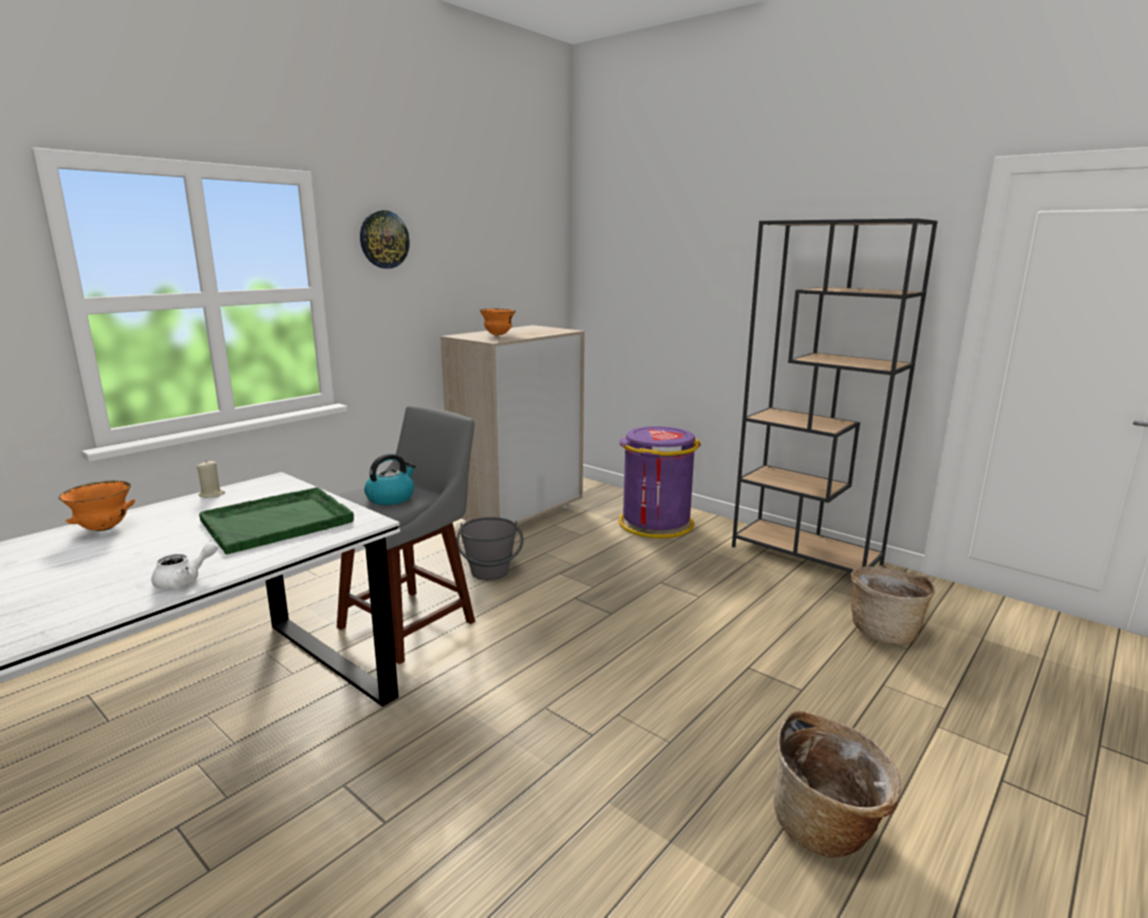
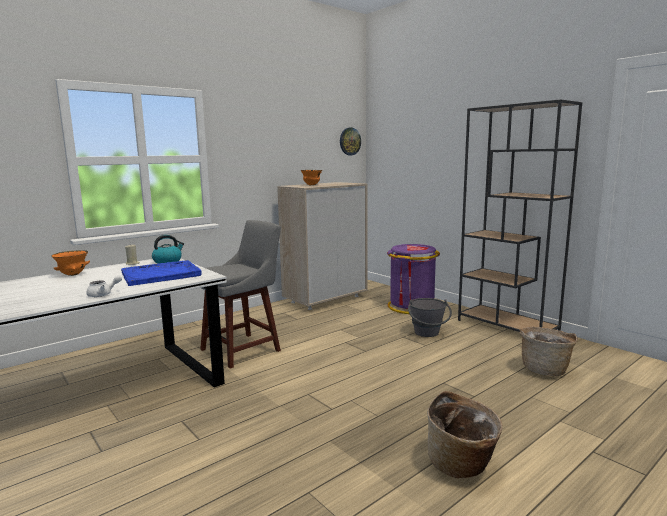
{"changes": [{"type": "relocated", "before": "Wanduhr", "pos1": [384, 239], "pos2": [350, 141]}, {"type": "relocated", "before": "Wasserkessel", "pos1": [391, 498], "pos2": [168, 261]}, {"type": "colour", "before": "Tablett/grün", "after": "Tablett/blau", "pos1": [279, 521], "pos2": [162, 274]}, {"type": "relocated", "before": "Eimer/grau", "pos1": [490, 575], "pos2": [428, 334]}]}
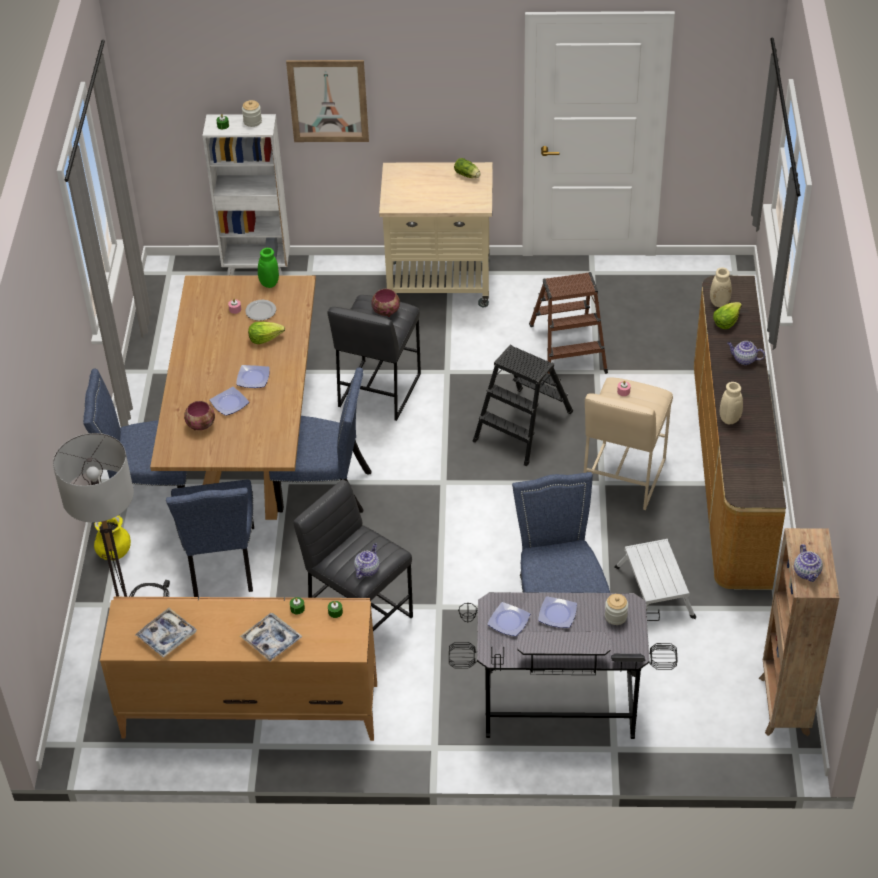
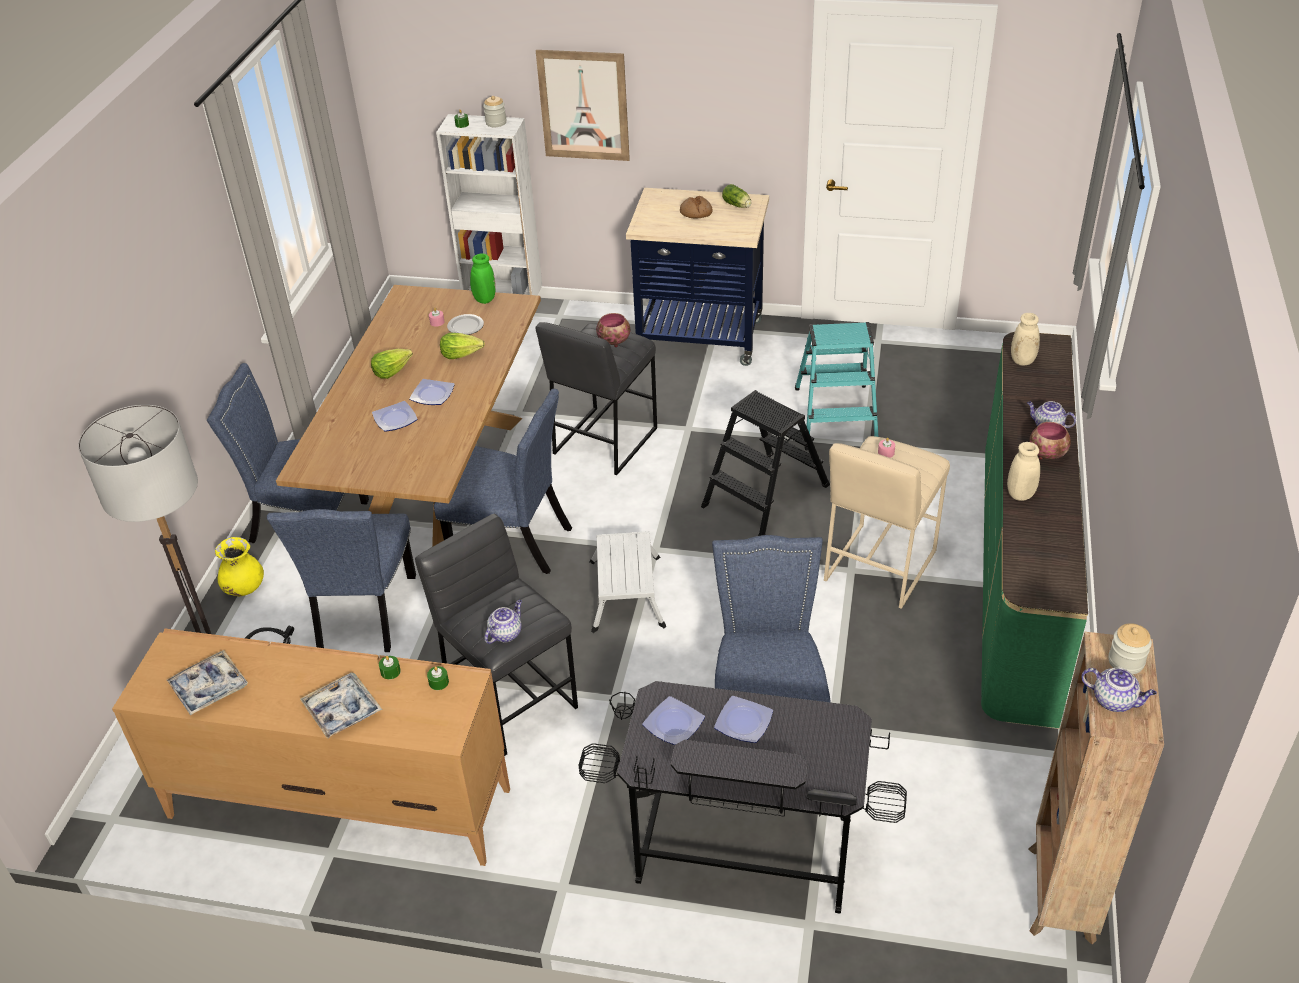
{"changes": [{"type": "colour", "before": "Rollwagen/beige", "after": "Rollwagen/blau", "pos1": [439, 284], "pos2": [700, 338]}, {"type": "colour", "before": "Trittleiter/braun", "after": "Trittleiter/türkis", "pos1": [567, 348], "pos2": [835, 416]}, {"type": "colour", "before": "Schrank/braun", "after": "Schrank/grün", "pos1": [730, 467], "pos2": [1018, 568]}, {"type": "relocated", "before": "Salatkopf", "pos1": [726, 321], "pos2": [391, 371]}, {"type": "relocated", "before": "Schüssel", "pos1": [202, 425], "pos2": [1048, 454]}, {"type": "relocated", "before": "Trittleiter/weiß", "pos1": [654, 591], "pos2": [626, 593]}, {"type": "spun", "before": "Teekanne", "pos1": [807, 573], "pos2": [1115, 701], "turn": -60}, {"type": "relocated", "before": "Vorratsglas", "pos1": [615, 616], "pos2": [1126, 661]}, {"type": "appeared", "after": "Brot", "pos2": [696, 213]}]}
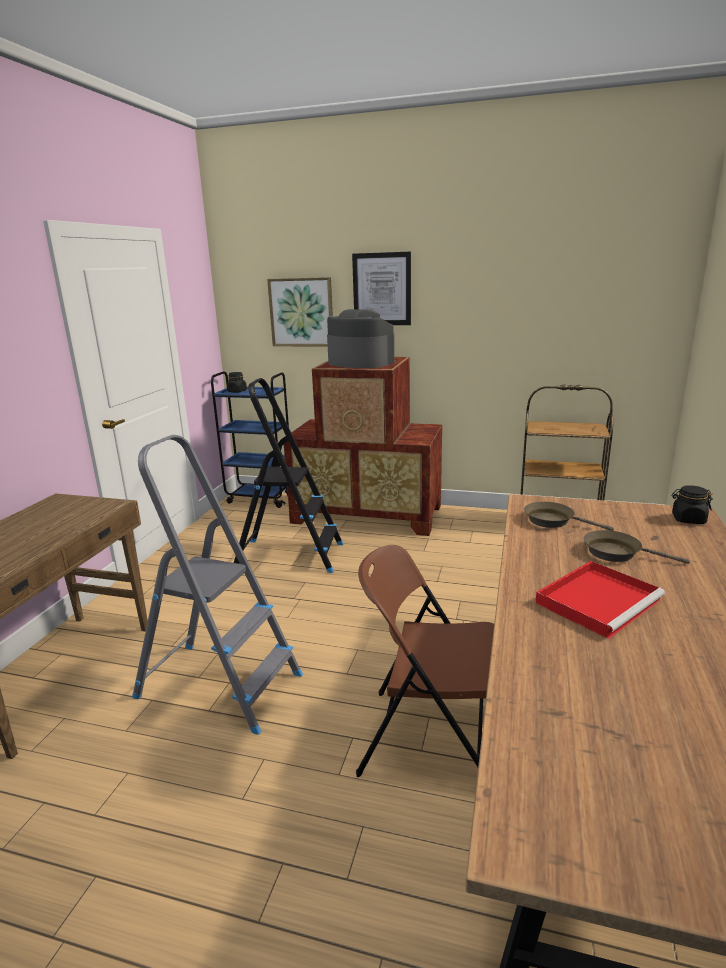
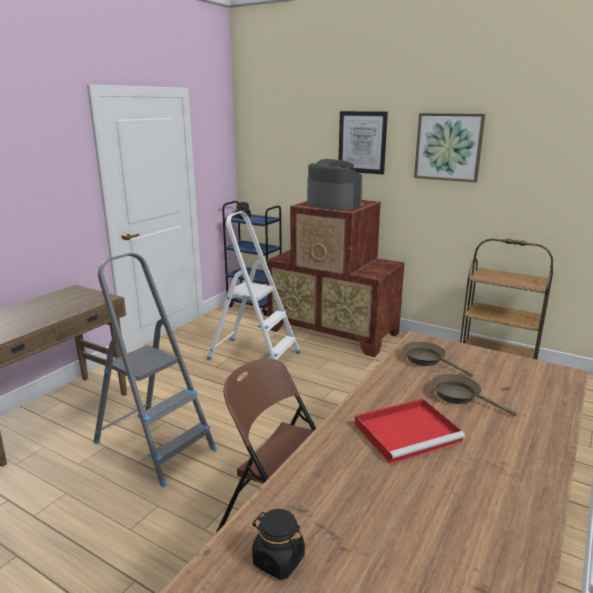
{"changes": [{"type": "relocated", "before": "Bild", "pos1": [301, 312], "pos2": [448, 147]}, {"type": "colour", "before": "Trittleiter/schwarz", "after": "Trittleiter/weiß", "pos1": [291, 556], "pos2": [255, 356]}, {"type": "relocated", "before": "Vorratsglas/schwarz", "pos1": [688, 519], "pos2": [278, 560]}]}
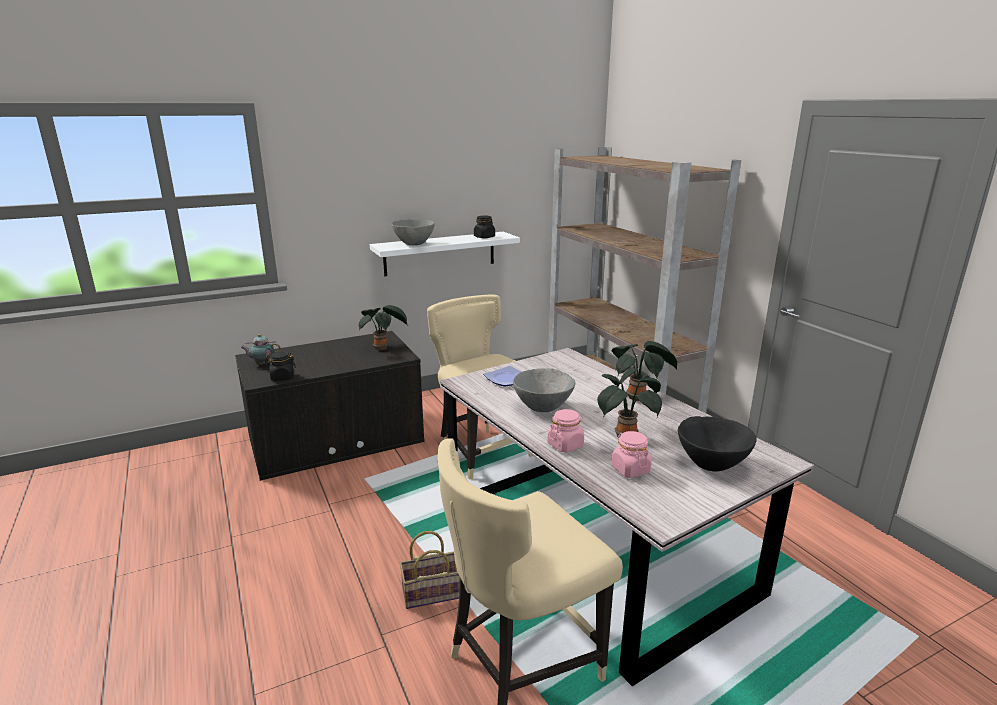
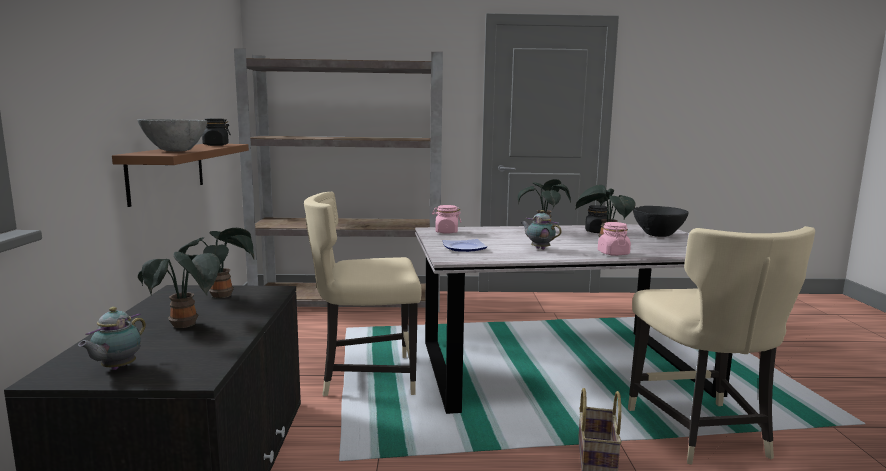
{"changes": [{"type": "colour", "before": "Wandregal/weiß", "after": "Wandregal/braun", "pos1": [440, 253], "pos2": [167, 171]}, {"type": "relocated", "before": "Vorratsglas/schwarz", "pos1": [282, 377], "pos2": [596, 231]}, {"type": "exchanged", "before": "Schüssel/grau", "after": "Teekanne", "pos1": [543, 408], "pos2": [539, 248]}, {"type": "relocated", "before": "Vorratsglas/rosa", "pos1": [630, 469], "pos2": [446, 232]}, {"type": "appeared", "after": "Topfpflanze", "pos2": [186, 325]}]}
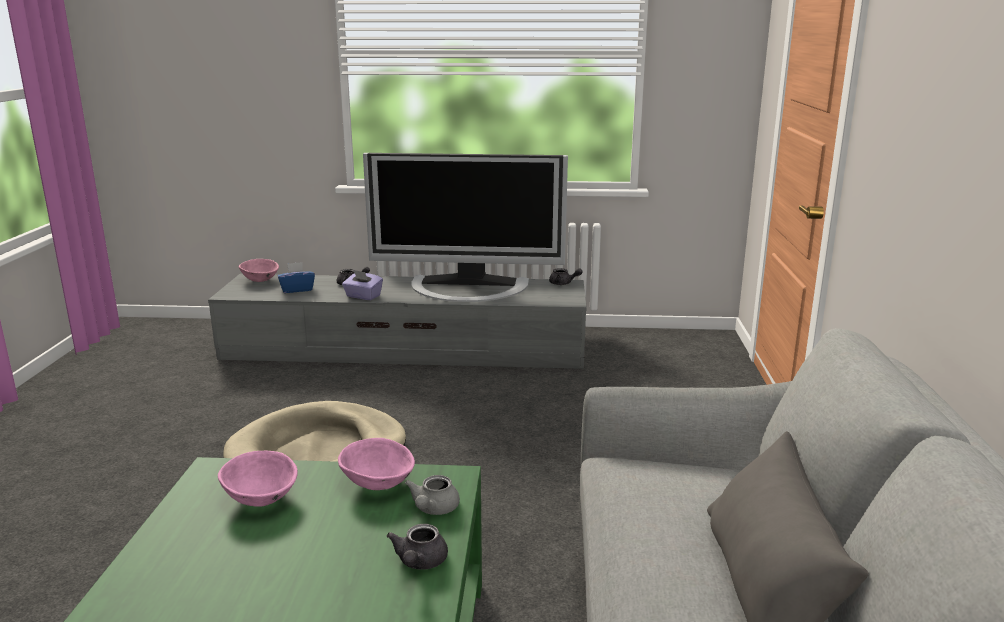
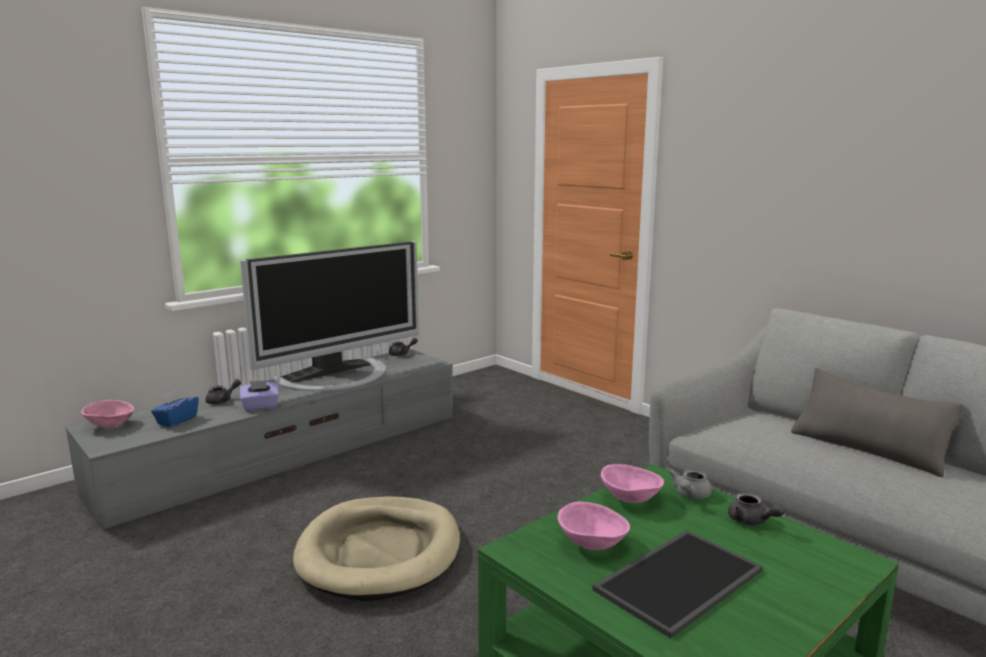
{"changes": [{"type": "spun", "before": "Teekanne/grau", "pos1": [433, 509], "pos2": [690, 495], "turn": 60}, {"type": "appeared", "after": "Tablett", "pos2": [677, 578]}]}
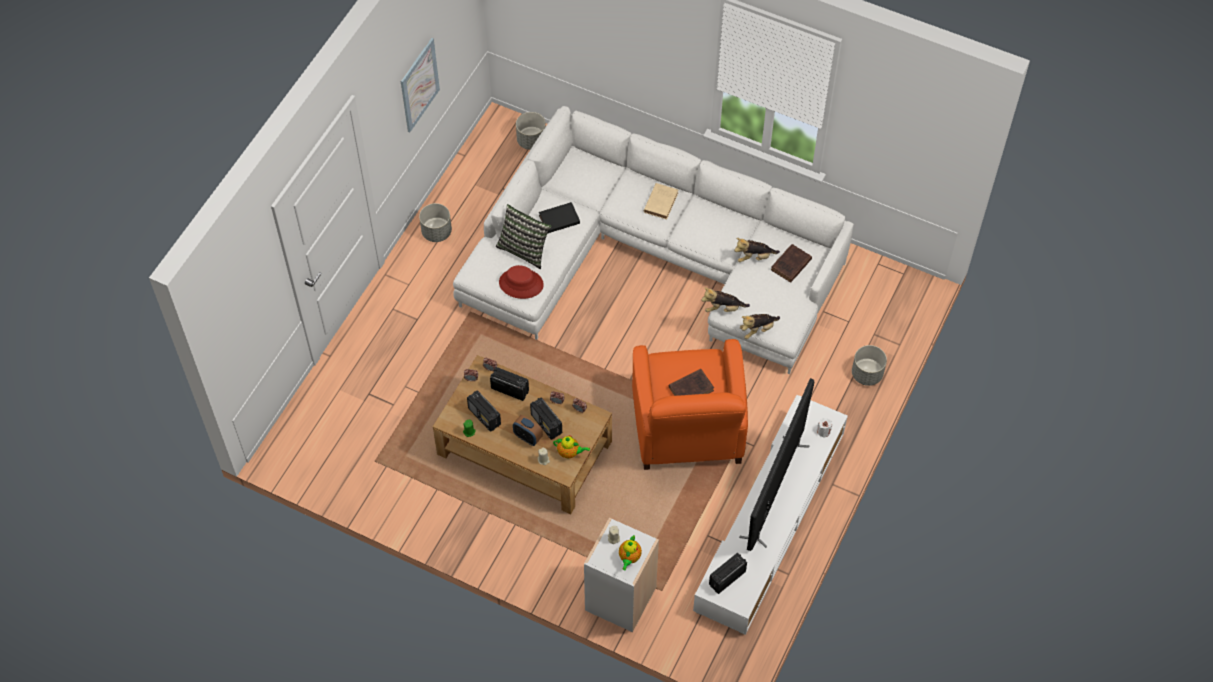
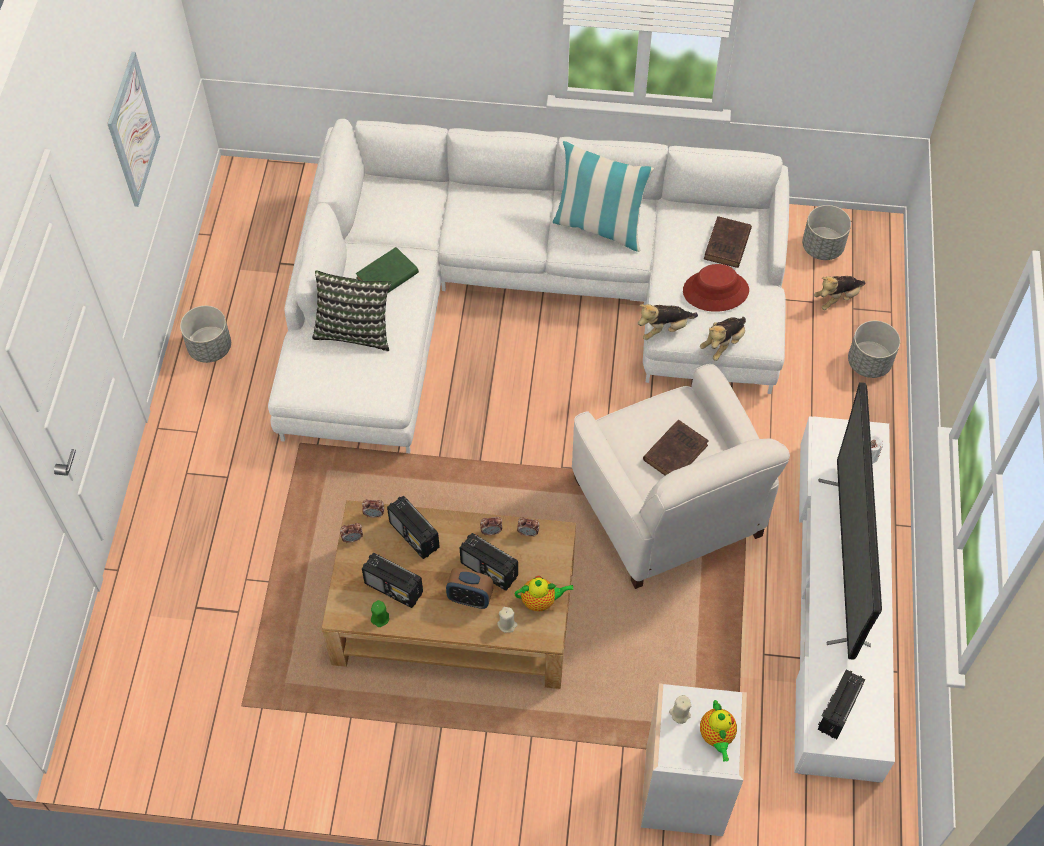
{"changes": [{"type": "relocated", "before": "Pflanzkübel/grau", "pos1": [531, 140], "pos2": [822, 247]}, {"type": "missing", "before": "Buch/beige", "pos1": [661, 202]}, {"type": "colour", "before": "Buch/schwarz", "after": "Buch/grün", "pos1": [558, 220], "pos2": [386, 277]}, {"type": "relocated", "before": "Plüschtier", "pos1": [754, 257], "pos2": [837, 298]}, {"type": "relocated", "before": "Hut/rot", "pos1": [521, 284], "pos2": [715, 291]}, {"type": "colour", "before": "Sessel/orange", "after": "Sessel/weiß", "pos1": [688, 427], "pos2": [669, 509]}, {"type": "spun", "before": "Radio", "pos1": [509, 389], "pos2": [414, 536], "turn": -135}, {"type": "appeared", "after": "Kissen", "pos2": [599, 227]}]}
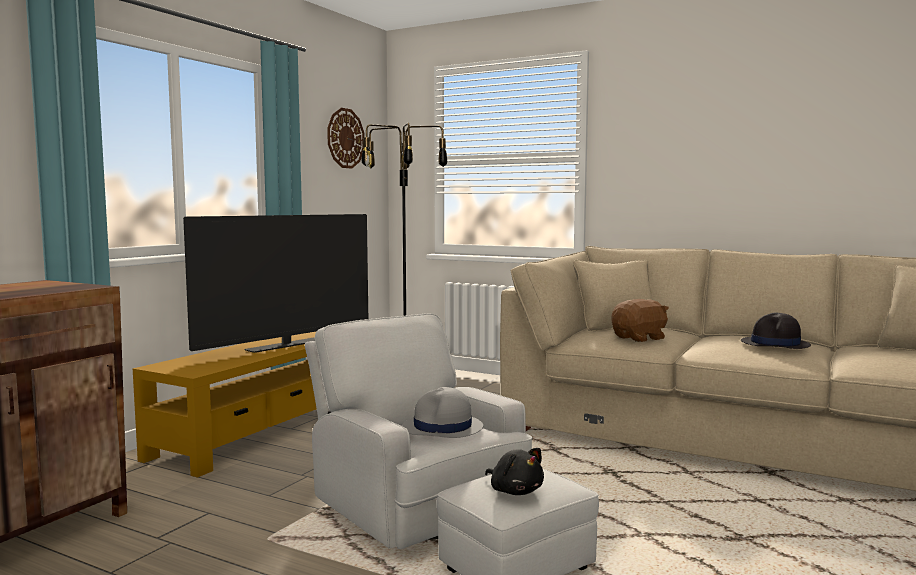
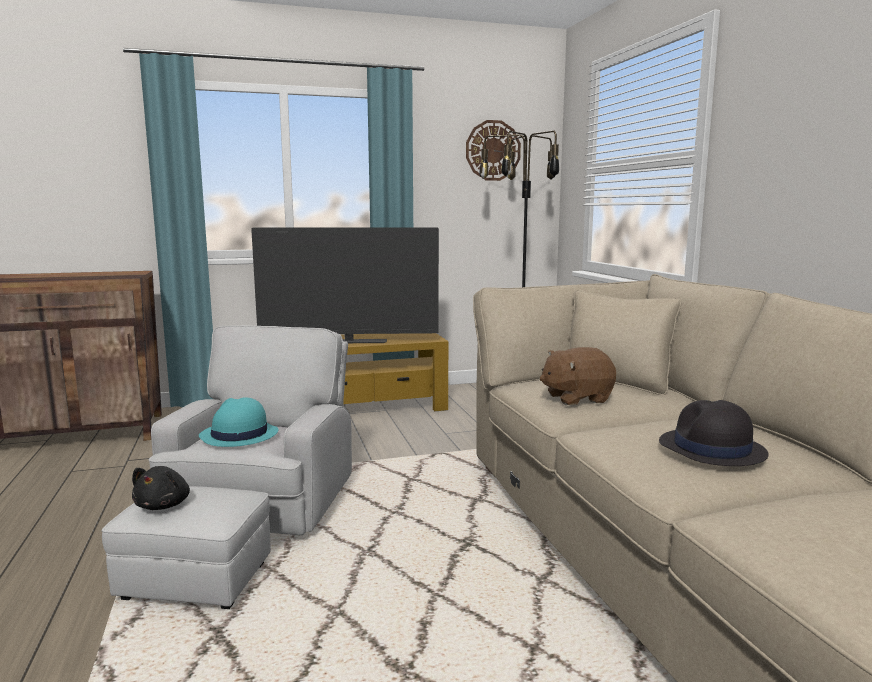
{"changes": [{"type": "spun", "before": "Plüschtier/braun", "pos1": [640, 338], "pos2": [576, 398], "turn": 150}, {"type": "colour", "before": "Hut/grau", "after": "Hut/türkis", "pos1": [443, 428], "pos2": [238, 435]}]}
